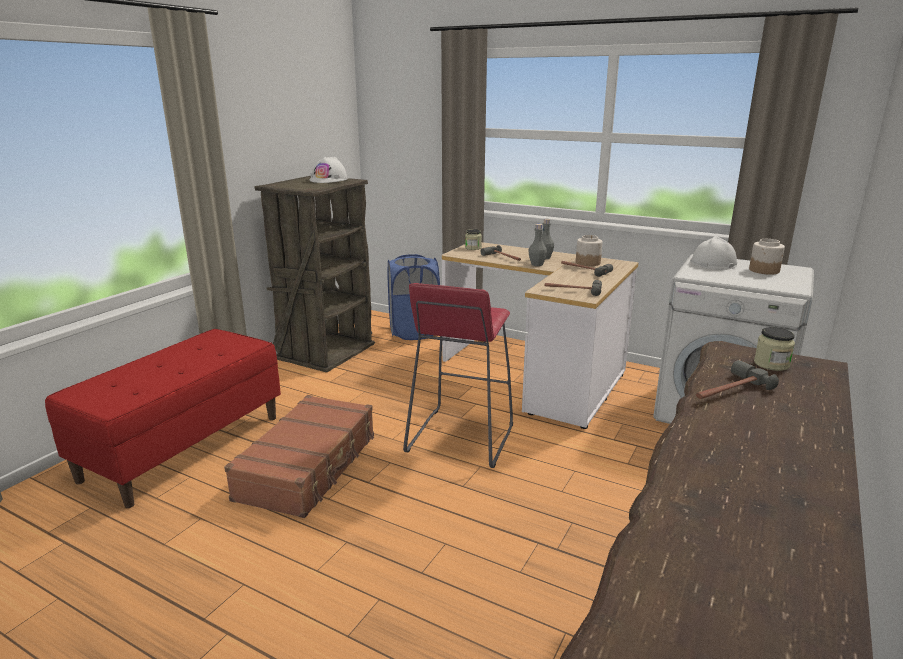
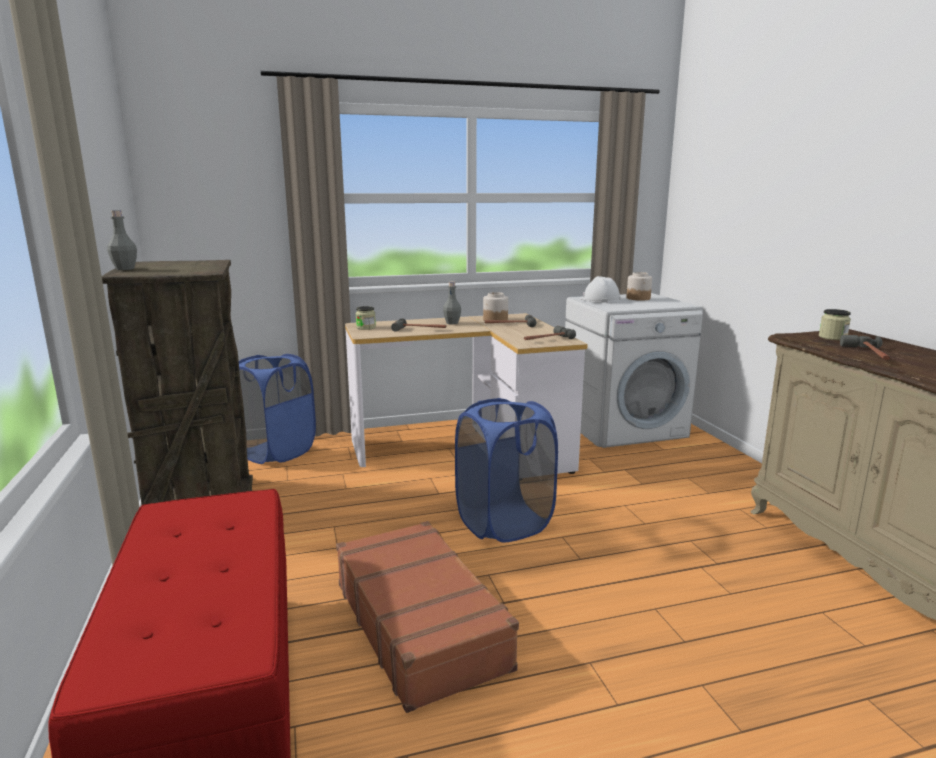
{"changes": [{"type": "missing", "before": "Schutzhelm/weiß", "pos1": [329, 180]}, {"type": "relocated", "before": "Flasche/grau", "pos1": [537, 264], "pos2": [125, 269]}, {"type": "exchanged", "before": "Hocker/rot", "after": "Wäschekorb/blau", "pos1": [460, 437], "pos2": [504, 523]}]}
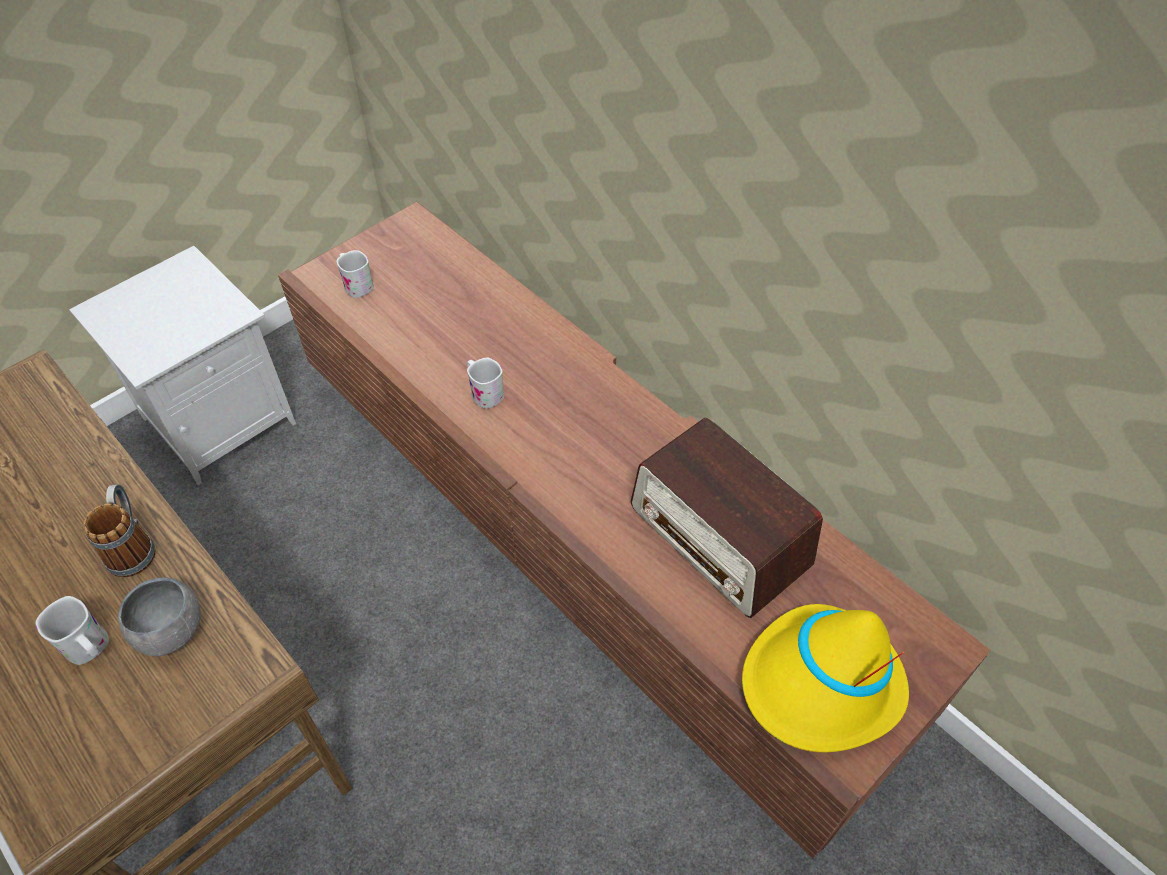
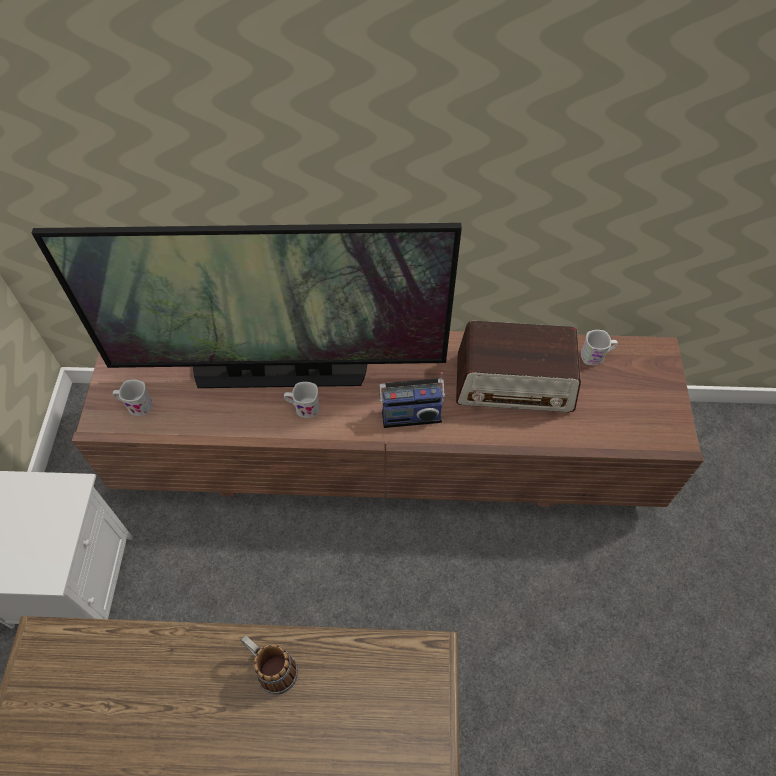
{"changes": [{"type": "missing", "before": "Schüssel/grau", "pos1": [171, 630]}, {"type": "relocated", "before": "Henkelbecher/weiß", "pos1": [90, 648], "pos2": [596, 356]}, {"type": "missing", "before": "Hut/gelb", "pos1": [821, 684]}, {"type": "appeared", "after": "Fernseher", "pos2": [280, 372]}, {"type": "appeared", "after": "Radio", "pos2": [411, 414]}]}
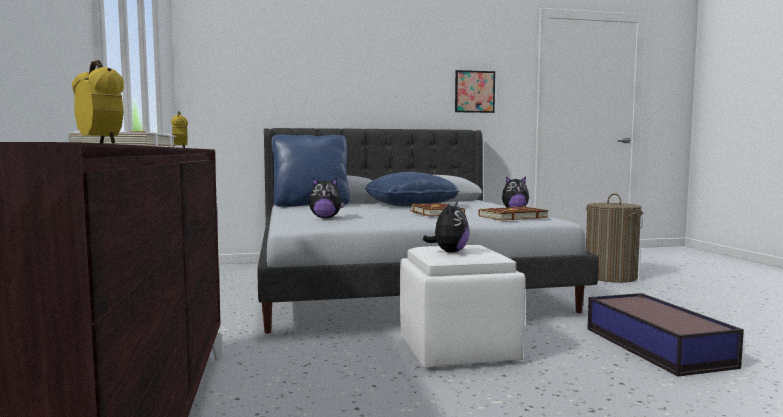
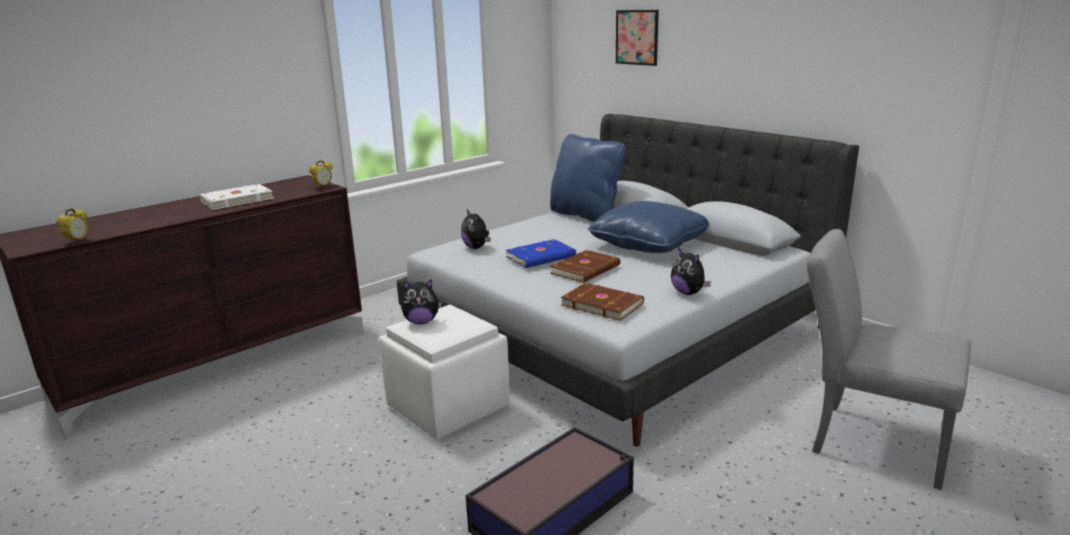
{"changes": [{"type": "relocated", "before": "Bild", "pos1": [474, 91], "pos2": [637, 37]}, {"type": "exchanged", "before": "Wäschekorb", "after": "Stuhl/grau", "pos1": [610, 277], "pos2": [868, 440]}, {"type": "appeared", "after": "Buch/blau", "pos2": [542, 257]}]}
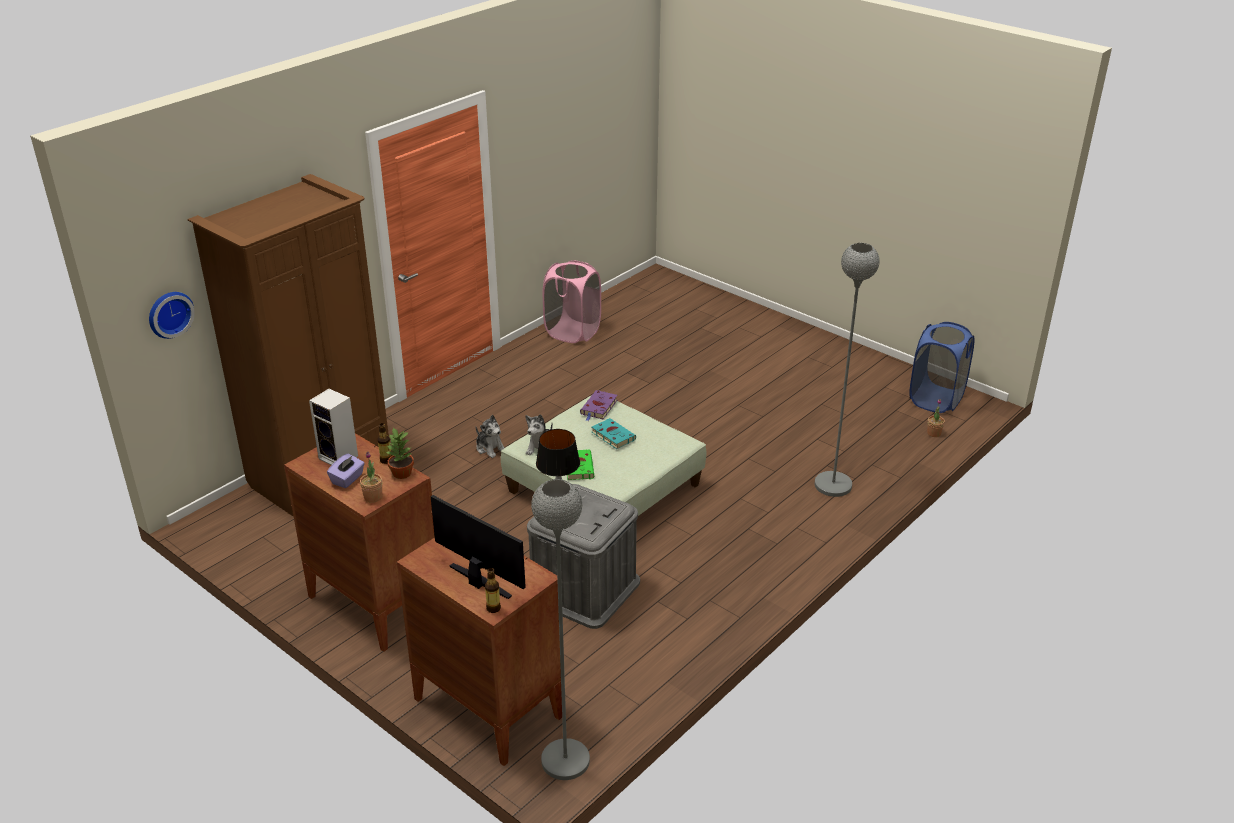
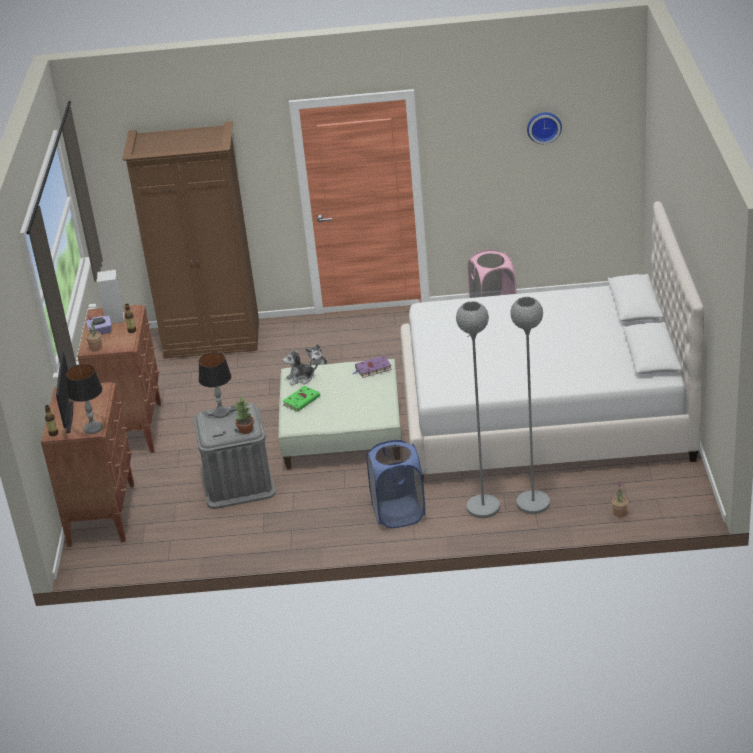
{"changes": [{"type": "relocated", "before": "Wanduhr", "pos1": [169, 313], "pos2": [544, 127]}, {"type": "relocated", "before": "Wäschekorb/blau", "pos1": [936, 399], "pos2": [398, 513]}, {"type": "missing", "before": "Buch/türkis", "pos1": [612, 435]}, {"type": "relocated", "before": "Topfpflanze", "pos1": [402, 473], "pos2": [245, 430]}, {"type": "relocated", "before": "Stehlampe/grau", "pos1": [565, 760], "pos2": [533, 503]}, {"type": "appeared", "after": "Bett/weiß", "pos2": [544, 413]}, {"type": "appeared", "after": "Tischlampe", "pos2": [93, 428]}]}
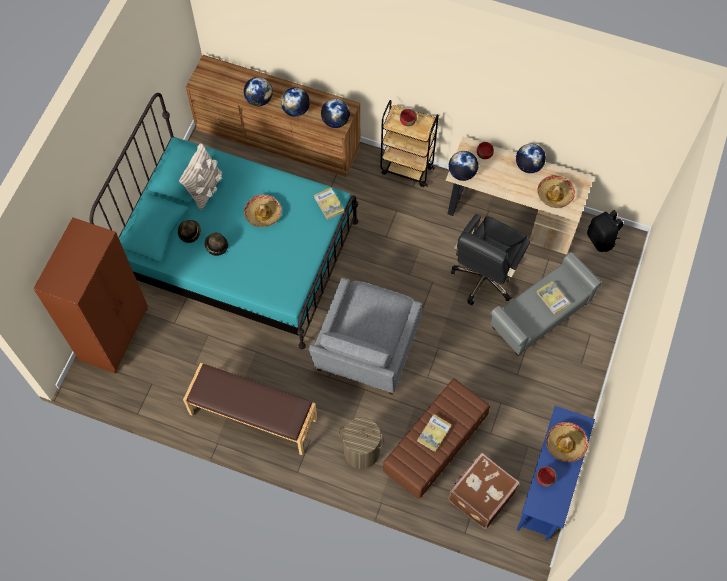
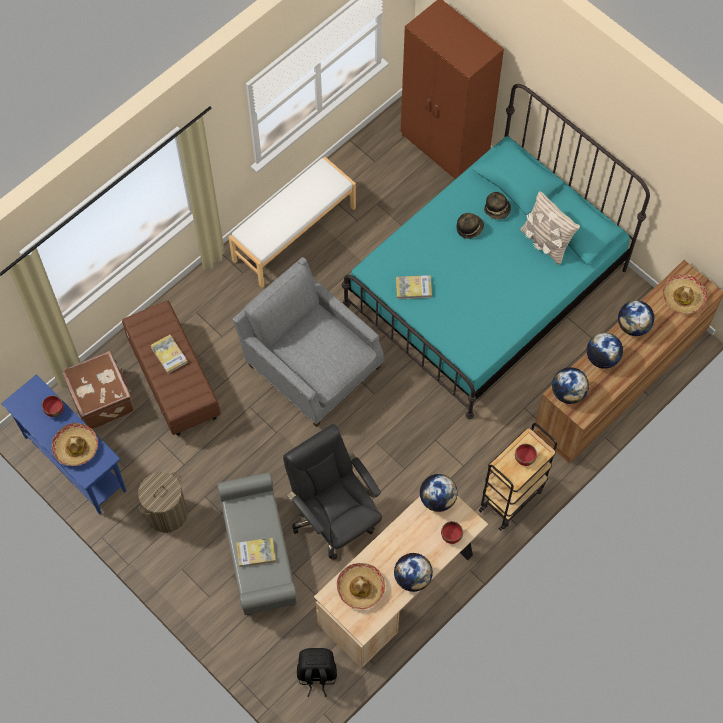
{"changes": [{"type": "relocated", "before": "Buch", "pos1": [329, 204], "pos2": [413, 288]}, {"type": "relocated", "before": "Hut", "pos1": [263, 214], "pos2": [683, 297]}, {"type": "colour", "before": "Bank/braun", "after": "Bank/weiß", "pos1": [253, 417], "pos2": [293, 233]}, {"type": "relocated", "before": "Wäschekorb", "pos1": [361, 451], "pos2": [167, 513]}]}
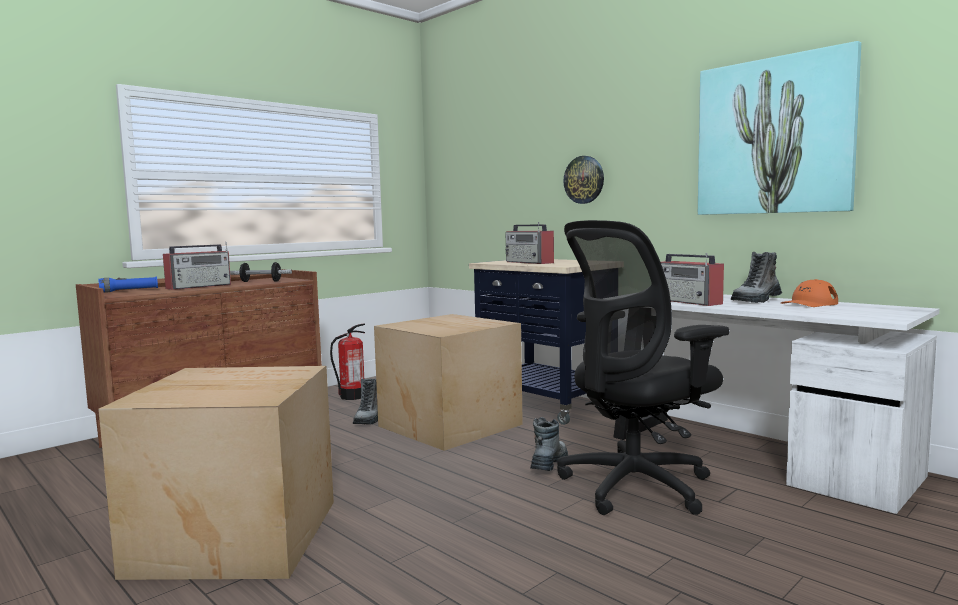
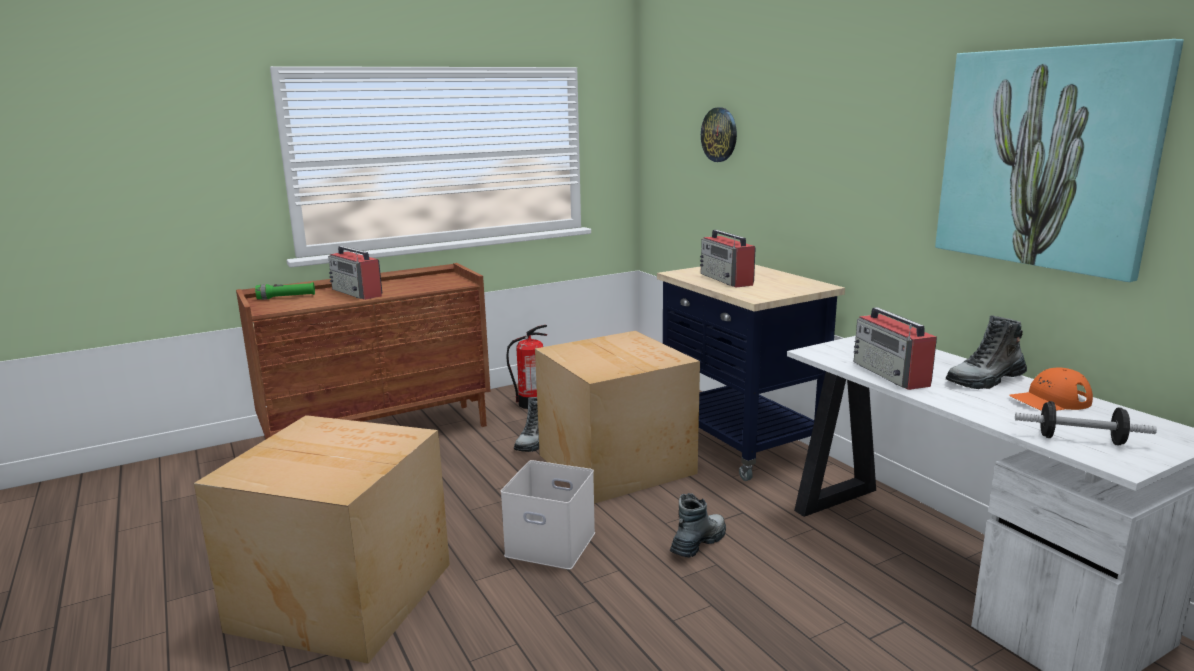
{"changes": [{"type": "relocated", "before": "Wanduhr", "pos1": [584, 179], "pos2": [719, 134]}, {"type": "missing", "before": "Bürostuhl/schwarz", "pos1": [640, 483]}, {"type": "spun", "before": "Radio", "pos1": [200, 286], "pos2": [357, 293], "turn": 75}, {"type": "relocated", "before": "Hantel", "pos1": [261, 281], "pos2": [1080, 440]}, {"type": "colour", "before": "Taschenlampe/blau", "after": "Taschenlampe/grün", "pos1": [129, 291], "pos2": [286, 297]}, {"type": "appeared", "after": "Aufbewahrungsbox/weiß", "pos2": [553, 543]}]}
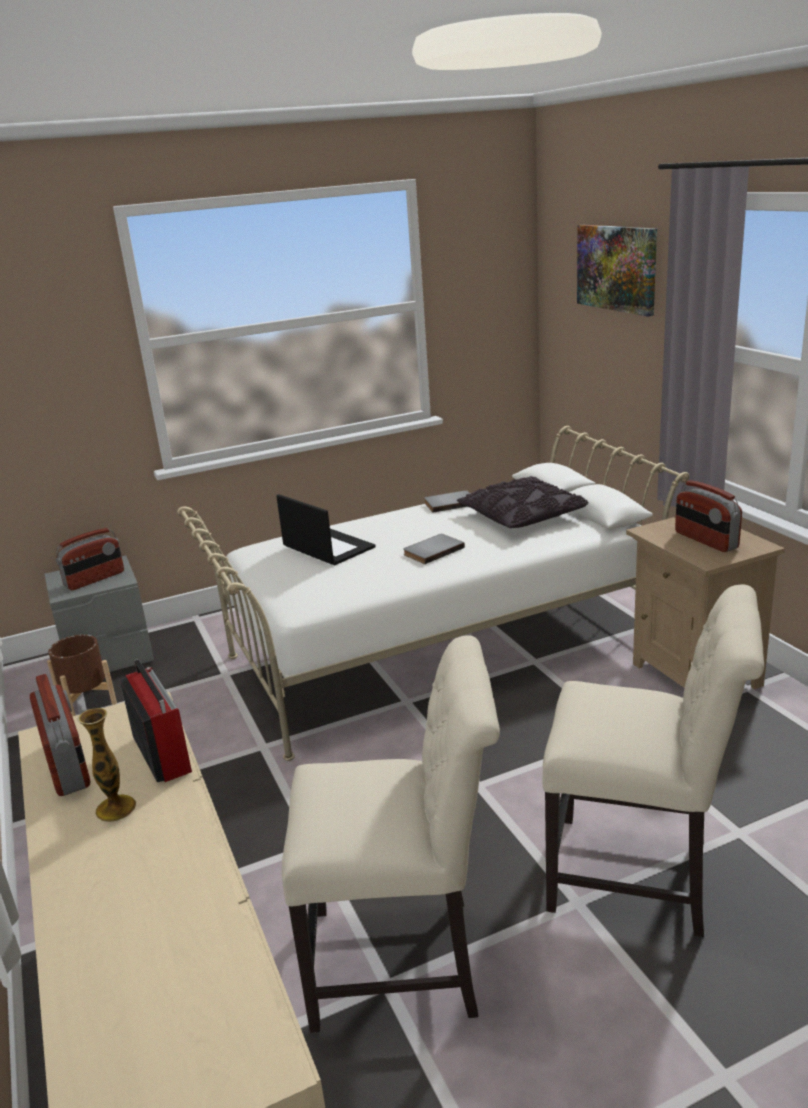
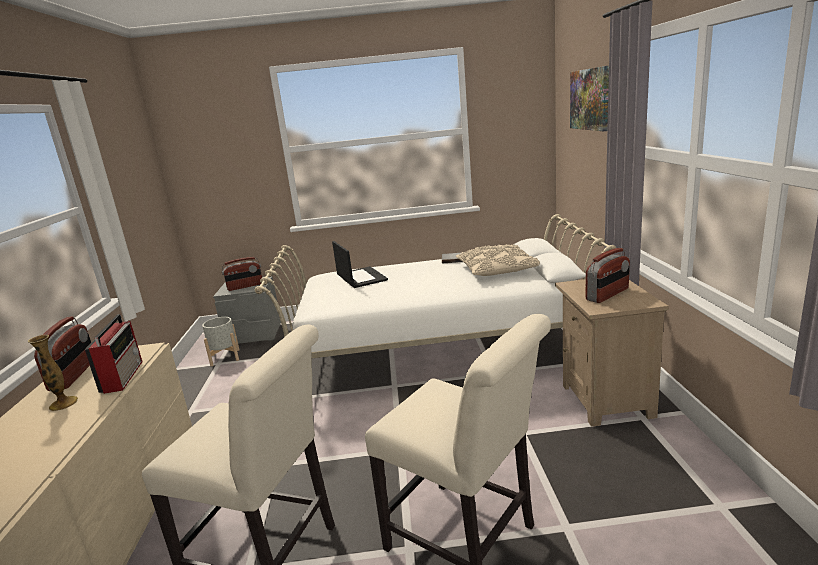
{"changes": [{"type": "colour", "before": "Kissen/schwarz", "after": "Kissen/beige", "pos1": [522, 516], "pos2": [496, 270]}, {"type": "spun", "before": "Radio", "pos1": [705, 540], "pos2": [607, 294], "turn": -120}, {"type": "missing", "before": "Buch/grau", "pos1": [432, 550]}, {"type": "colour", "before": "Pflanzkübel/braun", "after": "Pflanzkübel/grau", "pos1": [87, 702], "pos2": [225, 357]}]}
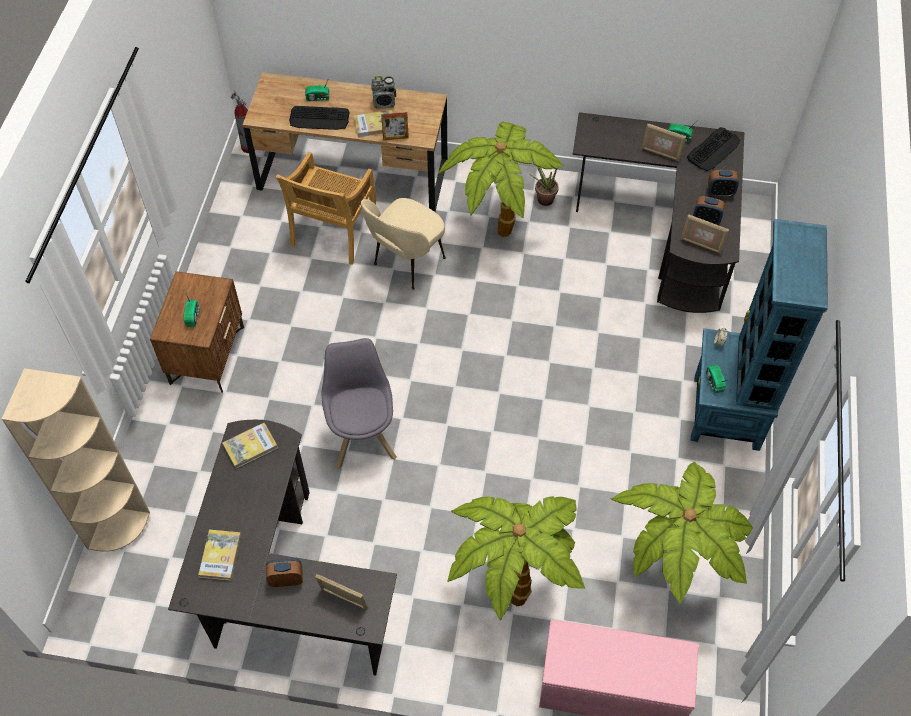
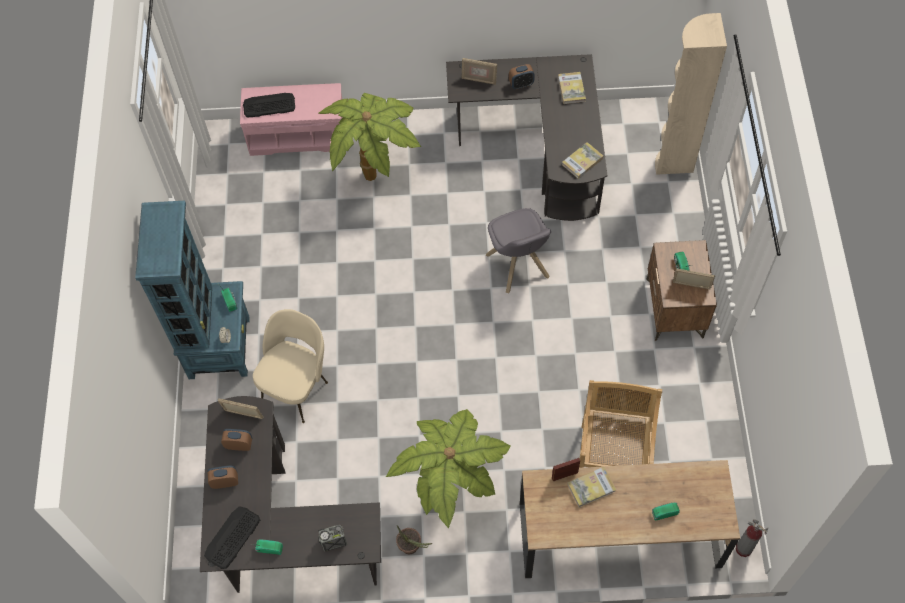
{"changes": [{"type": "relocated", "before": "Radio", "pos1": [384, 103], "pos2": [333, 541]}, {"type": "relocated", "before": "Tastatur", "pos1": [319, 118], "pos2": [269, 105]}, {"type": "relocated", "before": "Bilderrahmen", "pos1": [660, 153], "pos2": [691, 286]}, {"type": "relocated", "before": "Stuhl/beige", "pos1": [405, 265], "pos2": [298, 388]}, {"type": "missing", "before": "Topfpflanze", "pos1": [666, 577]}]}
